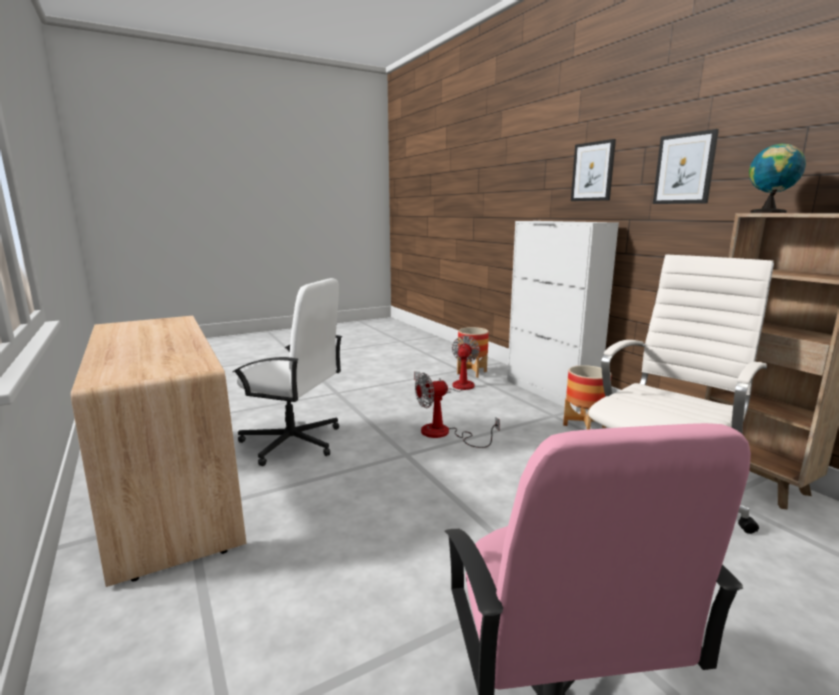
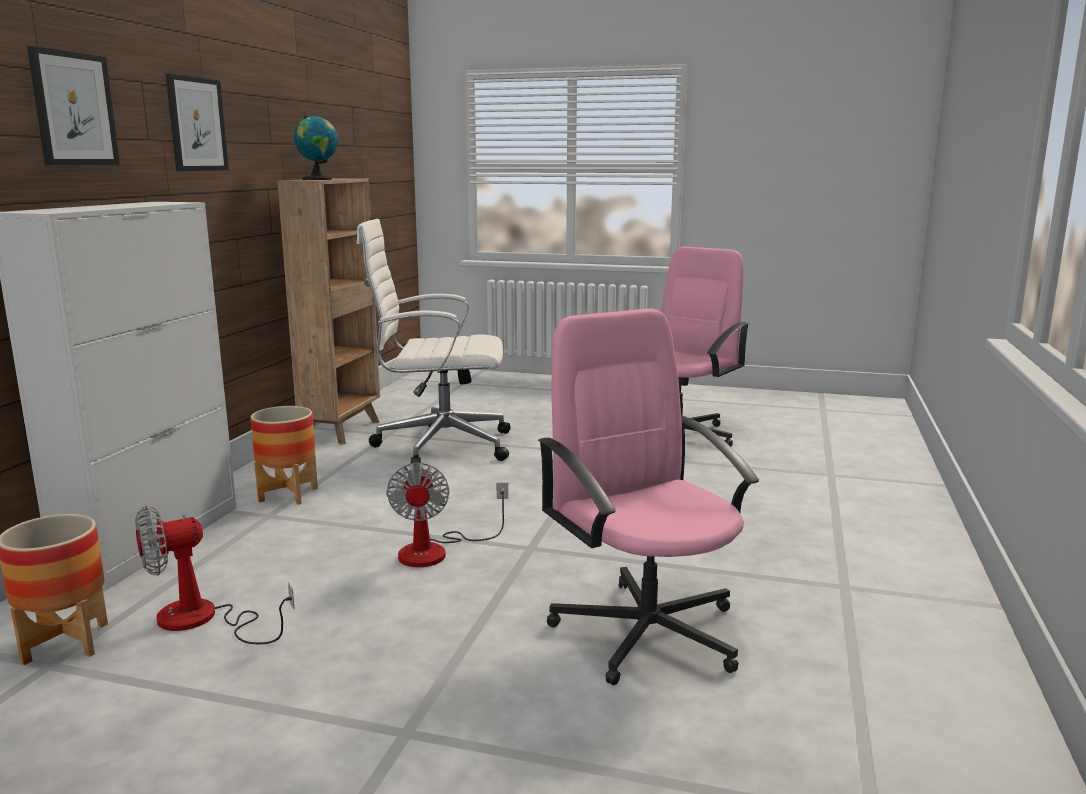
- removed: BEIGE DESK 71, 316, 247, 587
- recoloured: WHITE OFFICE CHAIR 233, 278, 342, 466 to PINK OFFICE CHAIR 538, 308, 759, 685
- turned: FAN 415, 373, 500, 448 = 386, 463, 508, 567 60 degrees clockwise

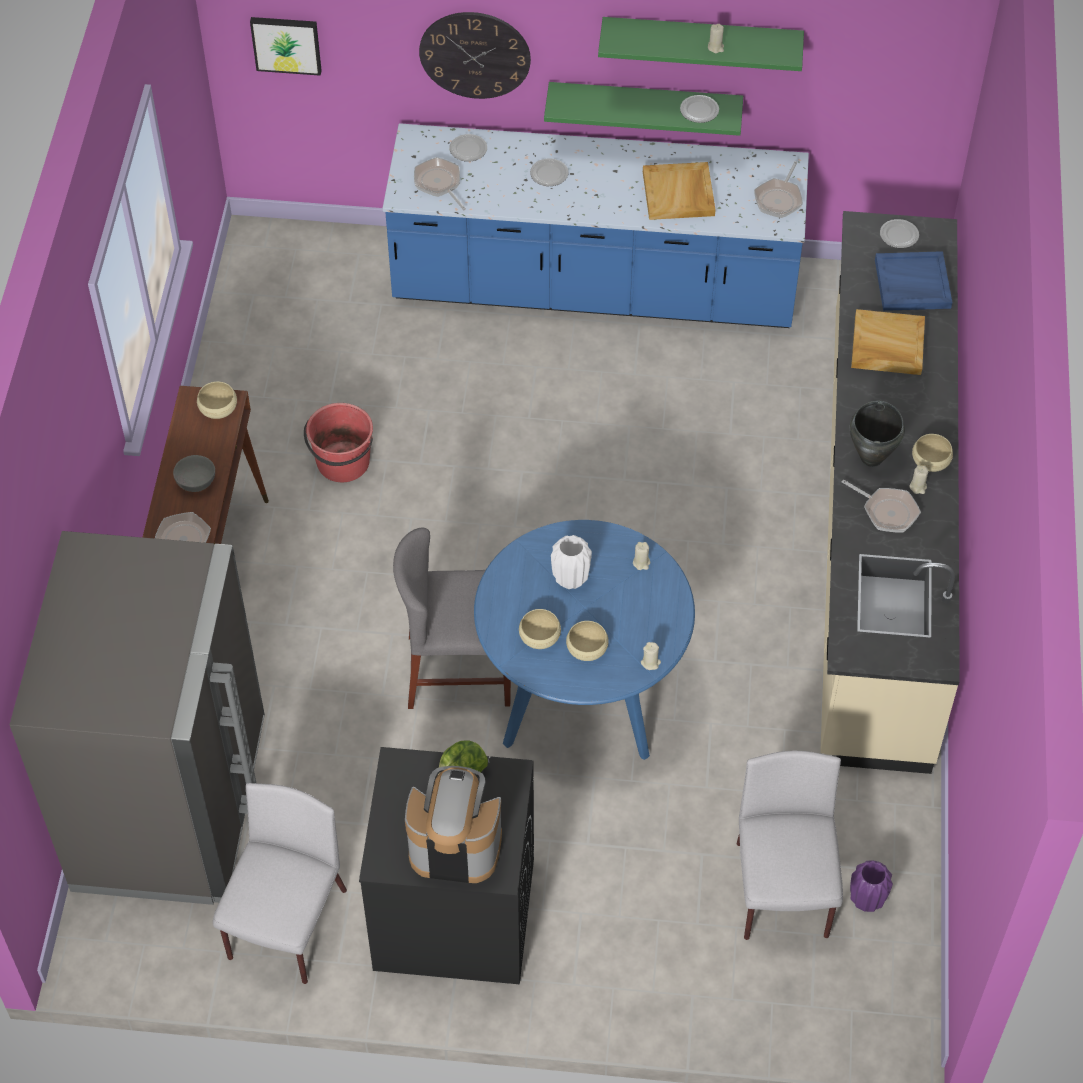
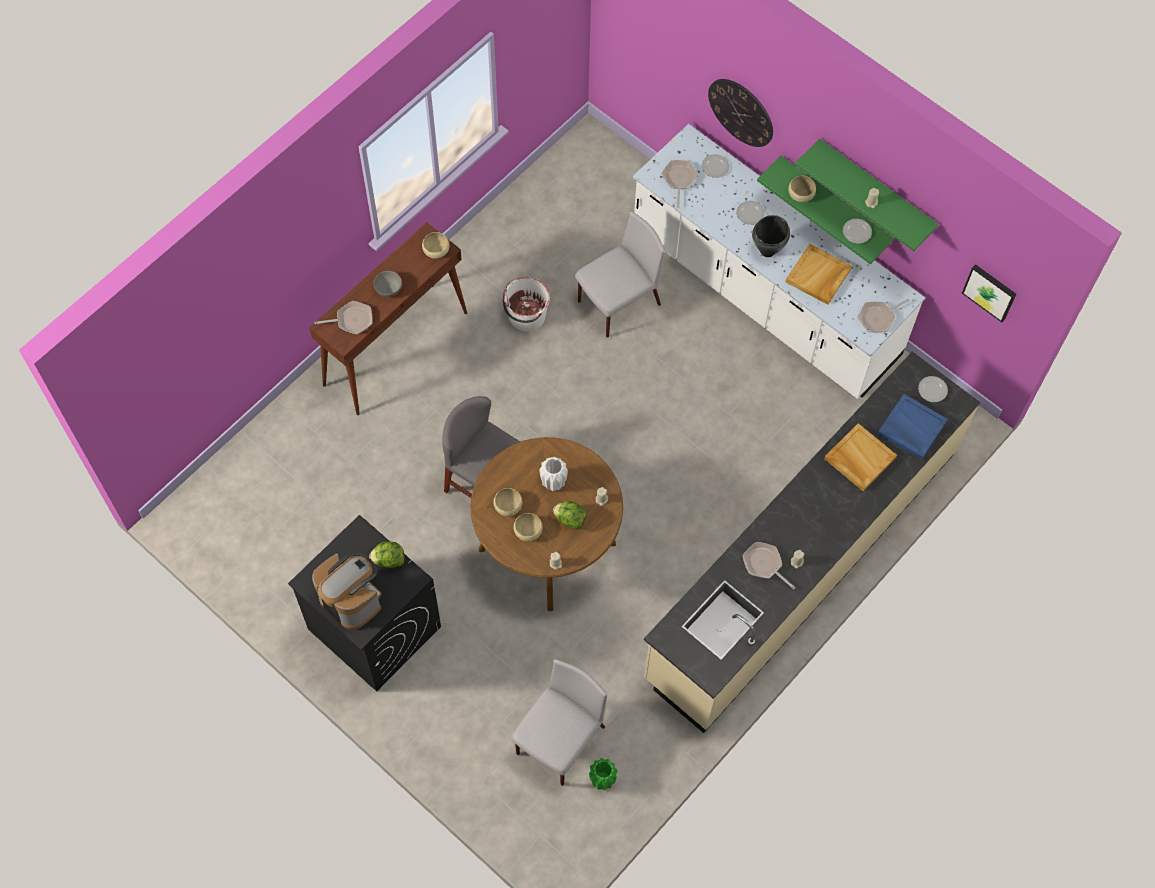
- removed: GREY FRIDGE 10, 531, 265, 905
- moved: GREY CHAIR 213, 783, 347, 984 to 575, 211, 665, 338
- moved: PICTURE 250, 17, 322, 76 to 962, 264, 1017, 322
- recoloured: RED BUCKET 304, 403, 373, 482 to WHITE BUCKET 503, 277, 550, 331
- recoloured: BLUE COUNTER 383, 123, 809, 328 to WHITE COUNTER 633, 124, 925, 399
- recoloured: BLUE DINING TABLE 474, 520, 695, 760 to BROWN DINING TABLE 471, 437, 623, 611
- turned: FRYING PAN 842, 480, 921, 532 = 742, 542, 795, 589 150 degrees clockwise
- moved: BLACK COOKING POT 850, 401, 905, 467 to 752, 215, 790, 257
- recoloured: PURPLE VASE 850, 861, 893, 912 to GREEN VASE 589, 758, 618, 791
- moved: BEIGE BOWL 912, 434, 953, 472 to 788, 176, 816, 202
- added: LETTUCE 553, 501, 586, 530

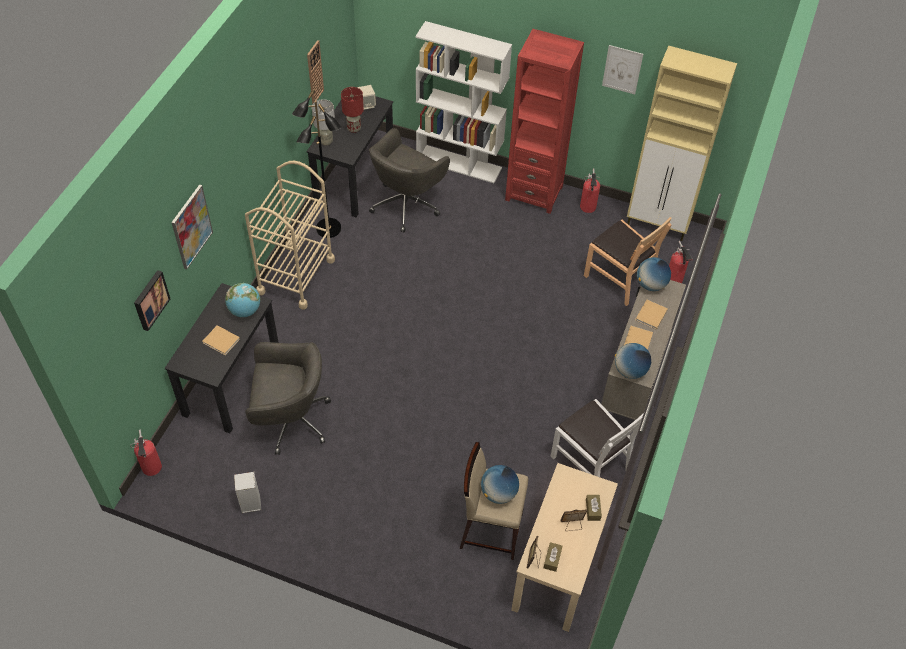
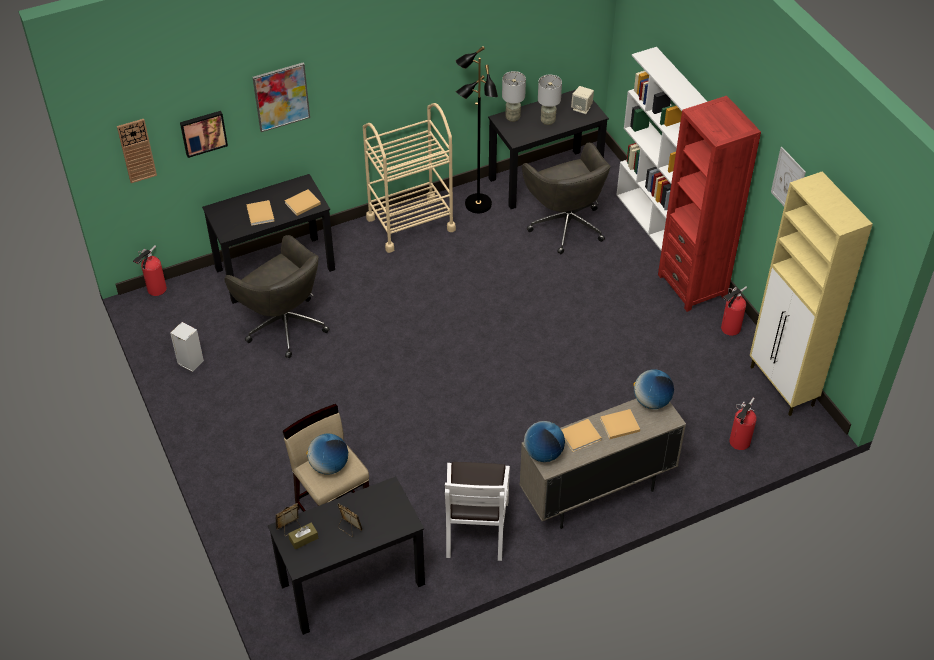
- replaced: GLOBE 225, 283, 261, 317 to BEIGE BOOK 284, 190, 321, 216
- moved: WALL CLOCK 307, 40, 324, 104 to 117, 119, 157, 183
- recoloured: RED TABLE LAMP 341, 87, 364, 133 to GREY TABLE LAMP 538, 74, 562, 125
- turned: GREY OFFICE CHAIR 369, 128, 450, 233 = 522, 143, 611, 254 105 degrees counterclockwise
- recoloured: BEIGE DESK 511, 463, 618, 632 to BLACK DESK 268, 476, 425, 635
- removed: BROWN CHAIR 584, 217, 672, 306
- removed: BROWN TISSUE BOX 586, 495, 602, 521

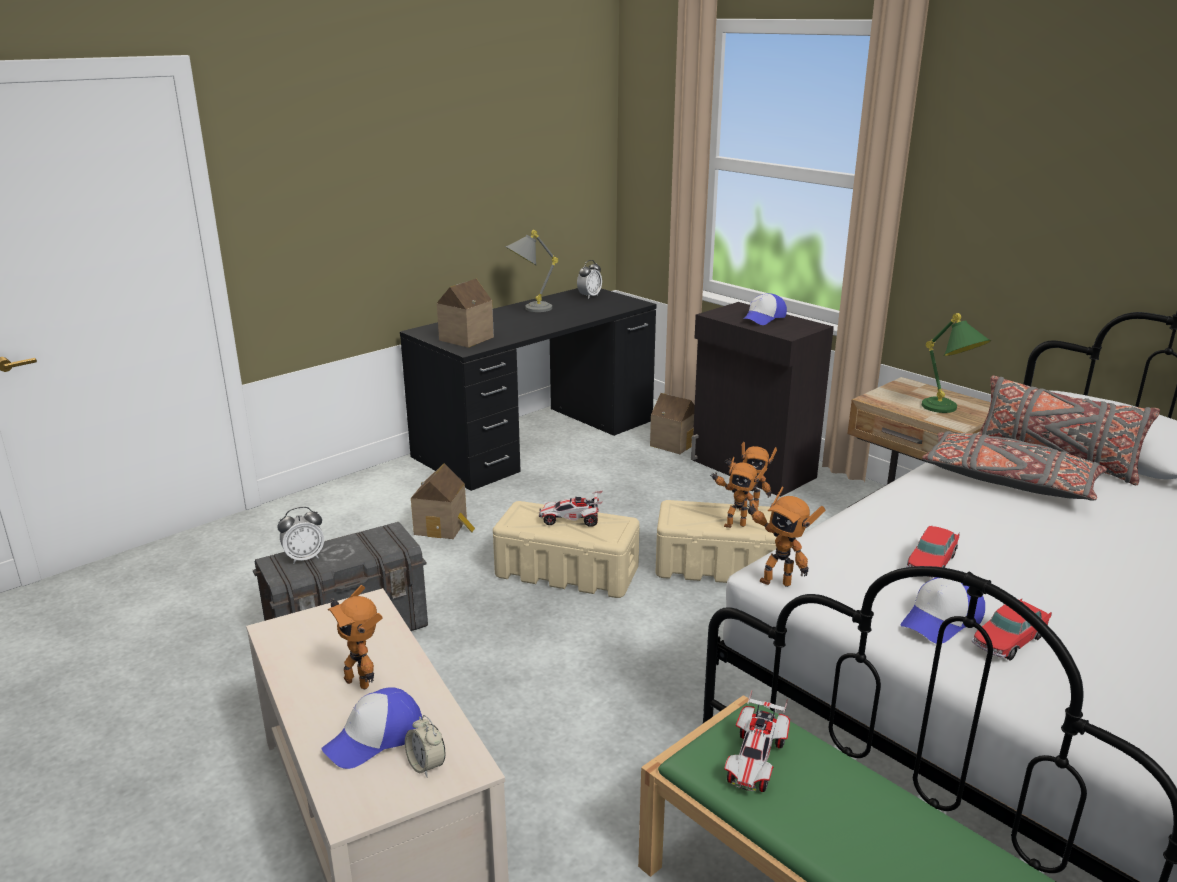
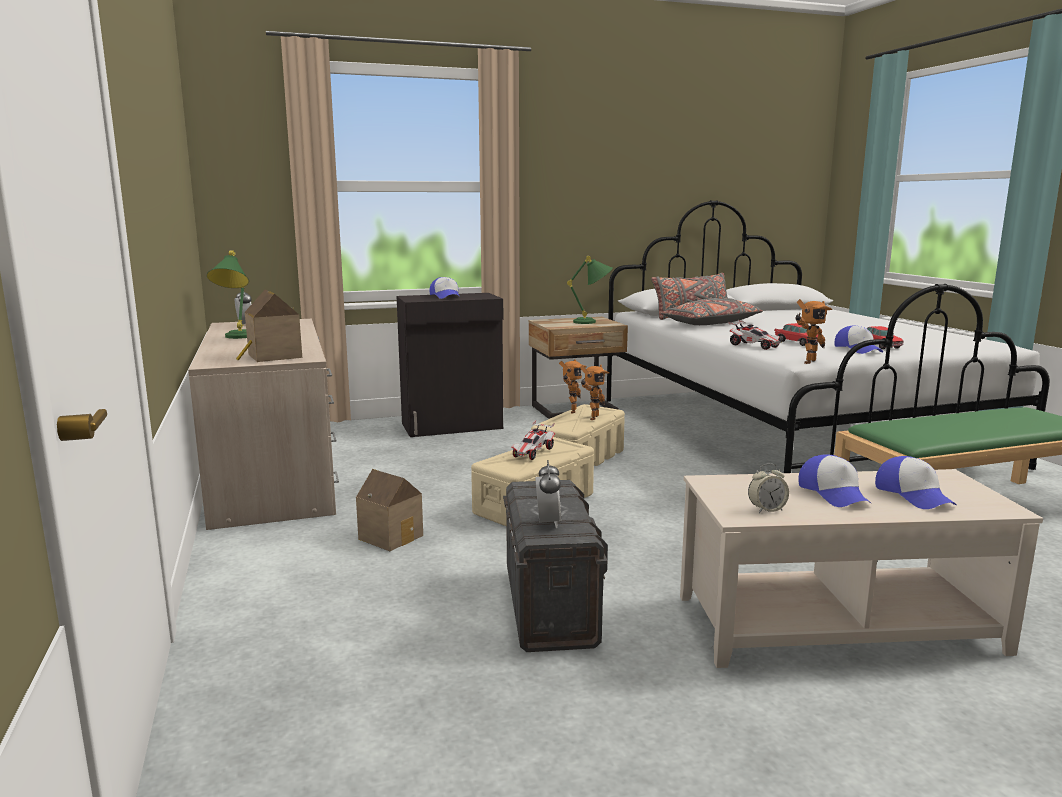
- replaced: TOY ROBOT 328, 585, 383, 689 to CAP 798, 454, 872, 507
- recoloured: BLACK DESK 400, 288, 656, 491 to BEIGE DESK 188, 319, 339, 530
- moved: ALARM CLOCK 405, 715, 445, 777 to 748, 463, 789, 513
- recoloured: GREY TABLE LAMP 505, 230, 559, 312 to GREEN TABLE LAMP 207, 250, 249, 339
- removed: TOY HOUSE 650, 393, 695, 454
- moved: TOY CAR 724, 690, 790, 792 to 728, 320, 782, 350

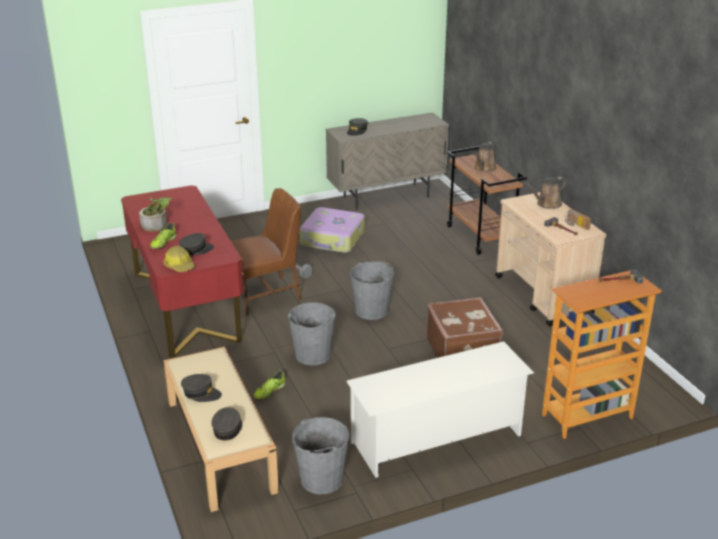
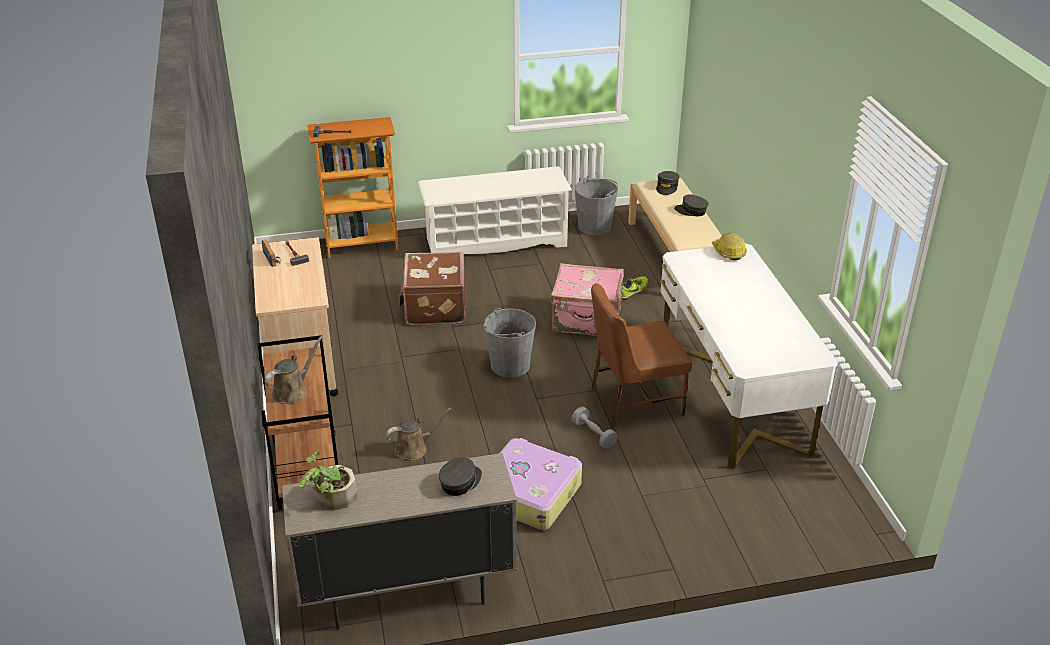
- recoloured: RED DESK 121, 185, 244, 358 to WHITE DESK 660, 243, 838, 469
- moved: POTTED PLANT 139, 197, 172, 232 to 299, 450, 357, 510
- removed: SHOE 150, 223, 177, 249
- removed: GREY CAP 179, 233, 214, 256
- replaced: GREY BUCKET 288, 303, 336, 365 to PINK SUITCASE 551, 263, 624, 336
- moved: BROWN WATERING CAN 526, 177, 566, 209 to 386, 407, 452, 460

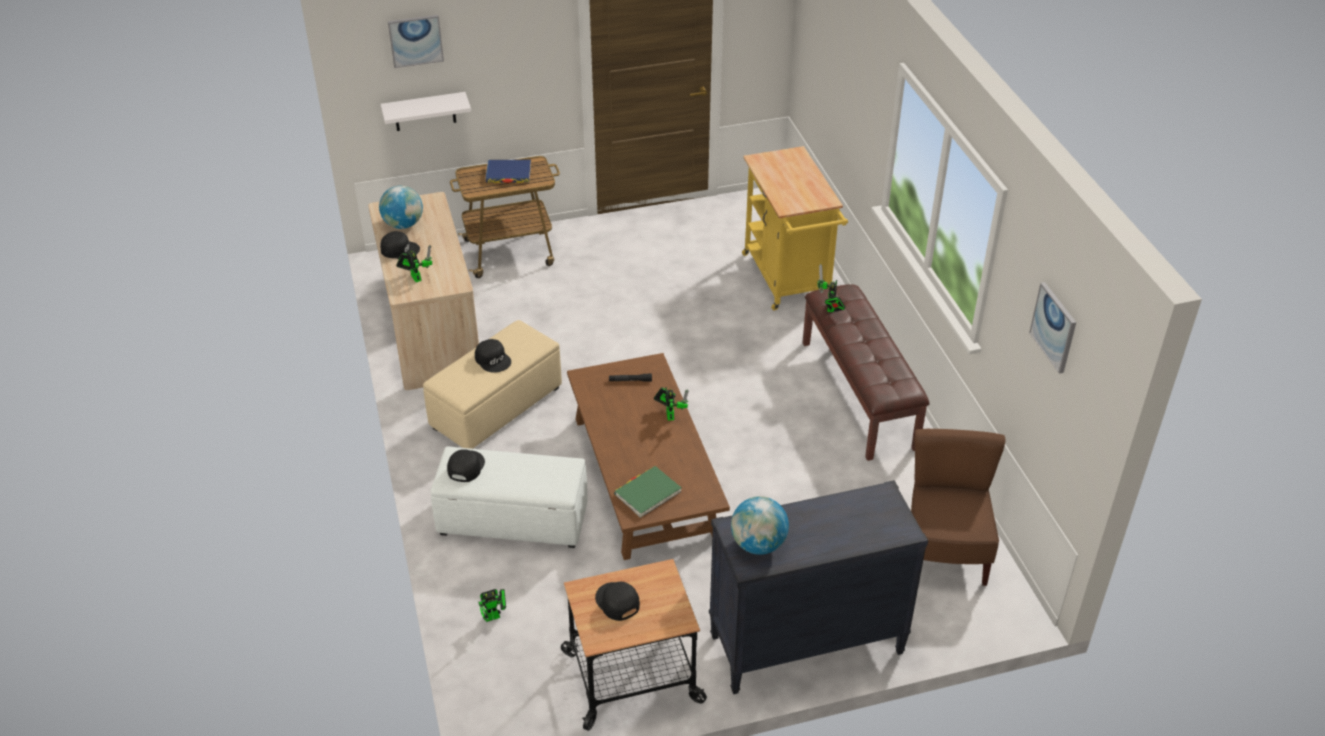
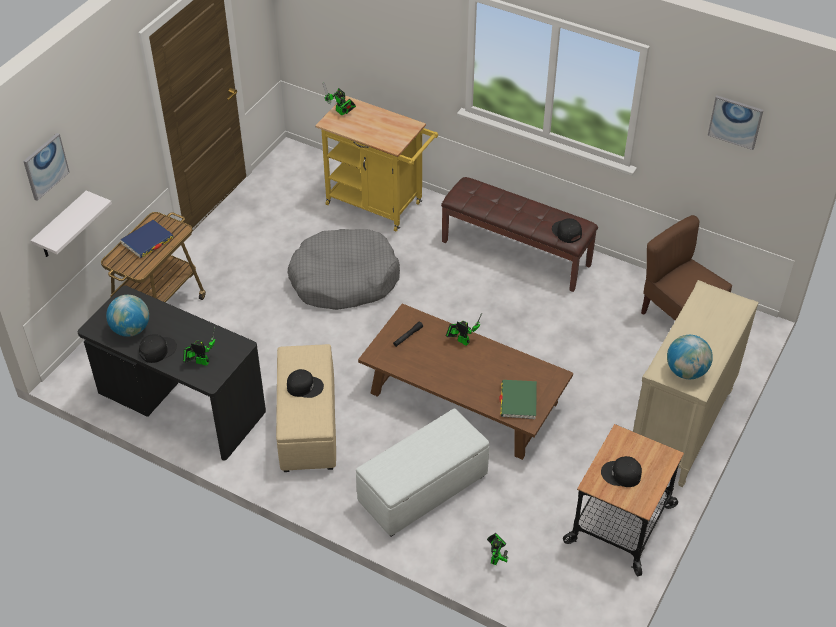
- recoloured: BEIGE DESK 368, 192, 479, 390 to BLACK DESK 78, 285, 266, 461
- moved: BLACK CAP 447, 449, 485, 482 to 552, 218, 582, 243
- recoloured: BLACK DRESSER 709, 480, 928, 694 to BEIGE DRESSER 633, 280, 759, 487
- moved: TOY ROBOT 817, 264, 845, 312 to 323, 82, 356, 116
- added: GREY DOG BED 288, 229, 400, 310

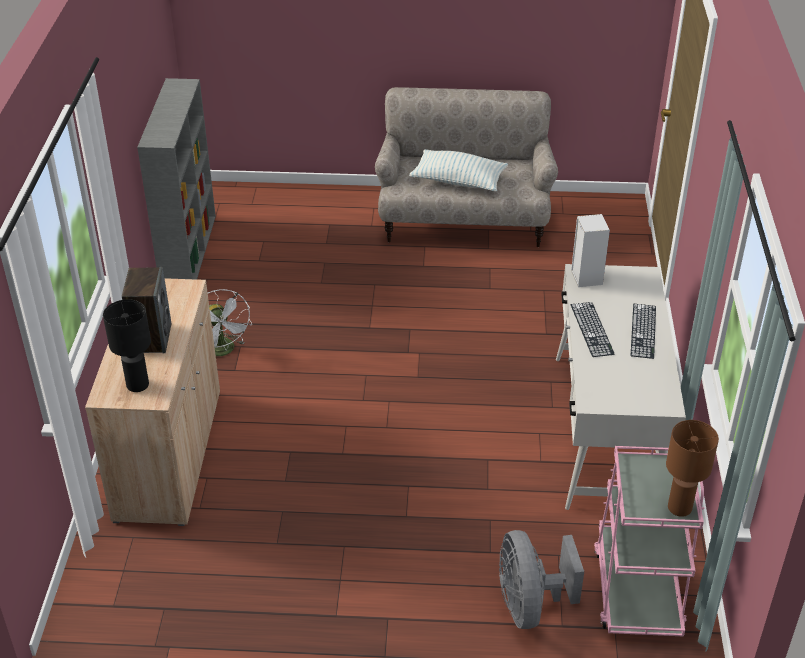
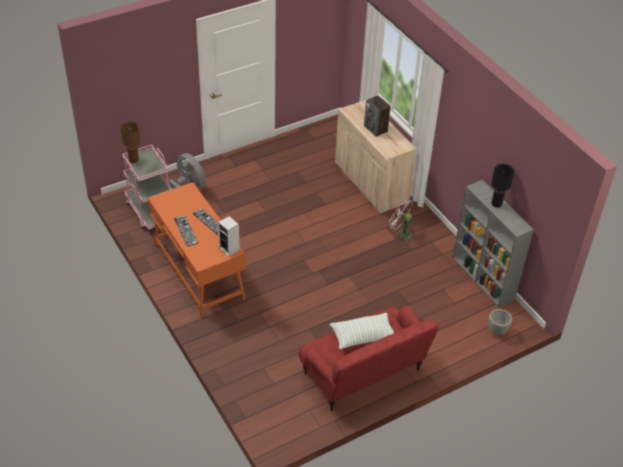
- moved: BLACK TABLE LAMP 103, 299, 151, 392 to 491, 164, 514, 208
- recoloured: BEIGE SOFA 375, 87, 558, 247 to RED SOFA 299, 305, 439, 411
- recoloured: WHITE DESK 556, 264, 686, 510 to ORANGE DESK 148, 182, 246, 318
- added: GREY PLANTER 488, 309, 512, 335

